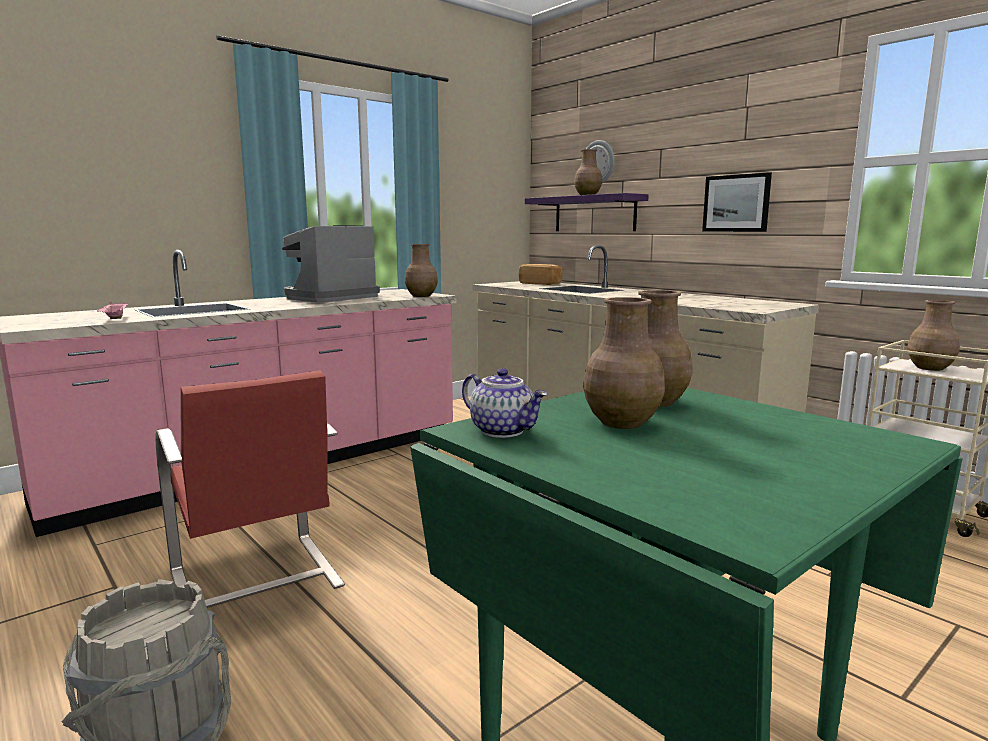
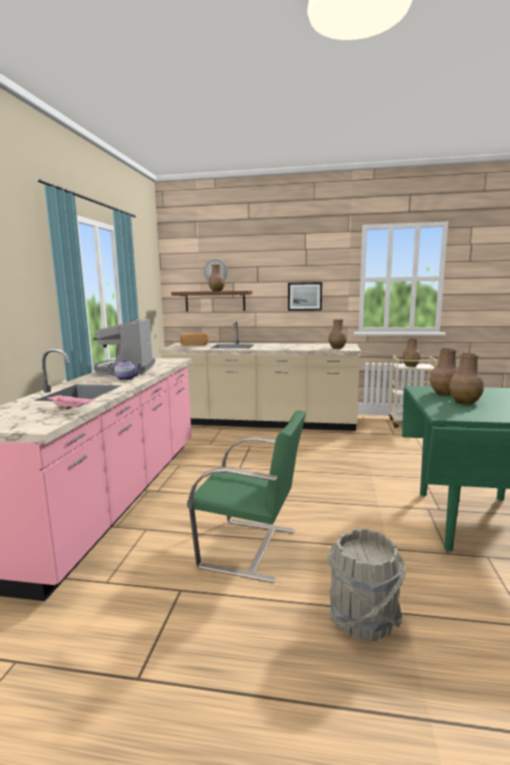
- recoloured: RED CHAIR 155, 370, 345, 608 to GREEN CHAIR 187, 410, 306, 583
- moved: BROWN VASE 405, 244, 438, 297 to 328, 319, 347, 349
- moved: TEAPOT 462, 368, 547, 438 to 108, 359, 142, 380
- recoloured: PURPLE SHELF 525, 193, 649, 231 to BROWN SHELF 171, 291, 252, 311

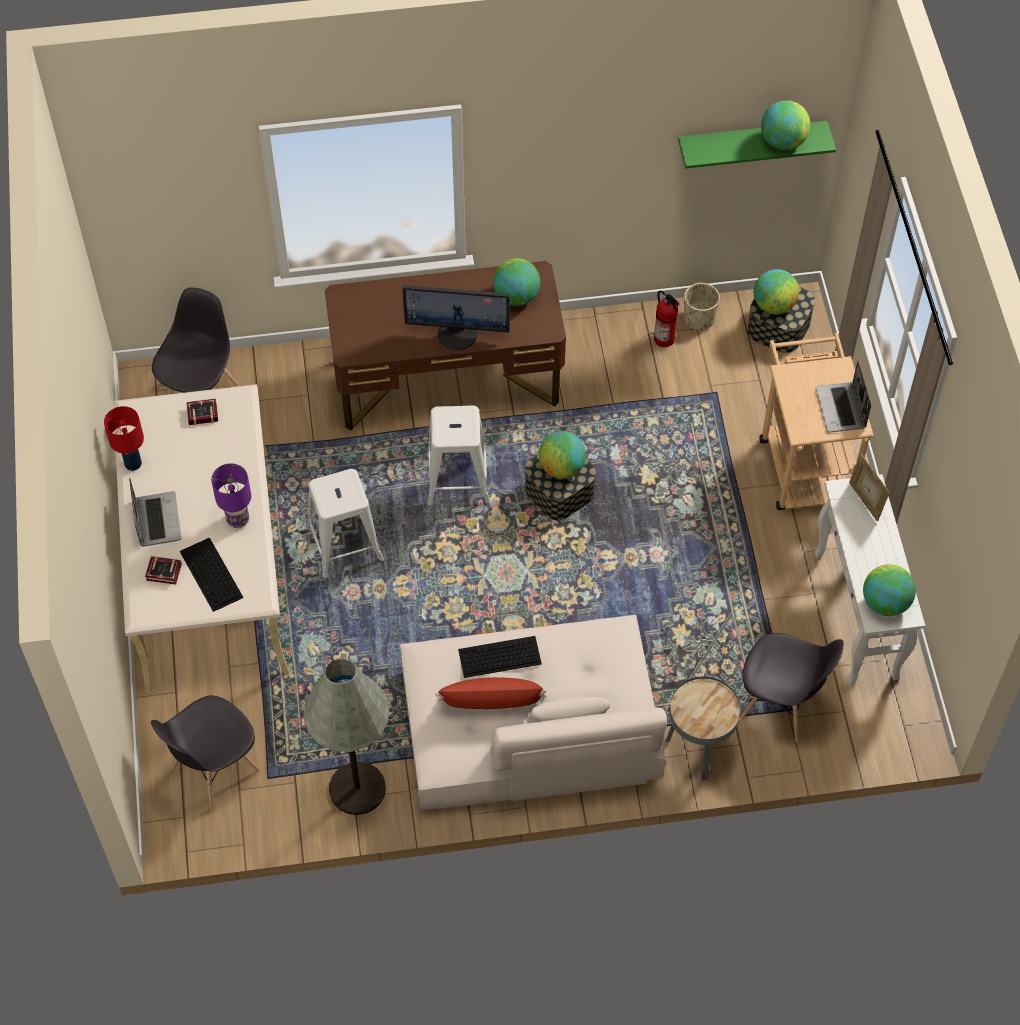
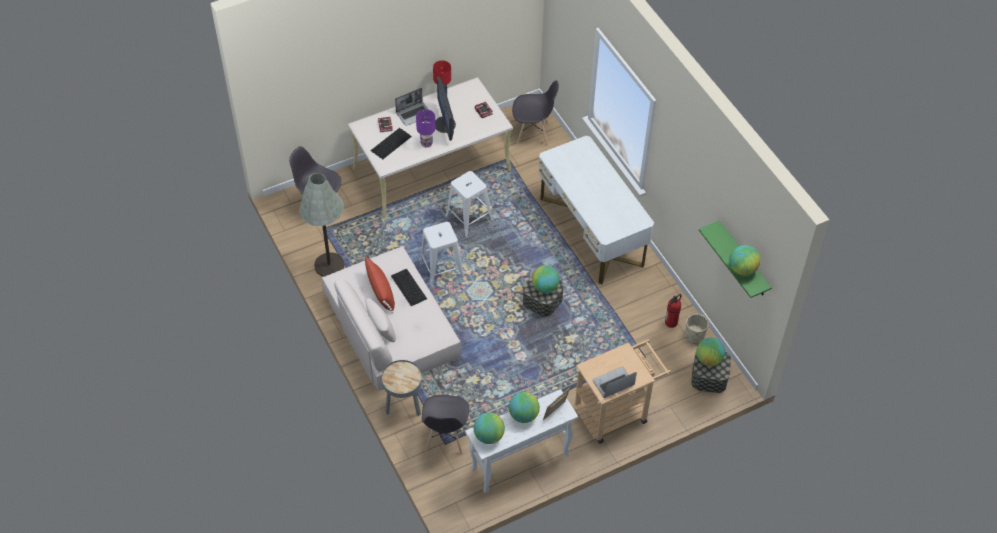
- recoloured: BROWN DESK 325, 261, 566, 431 to WHITE DESK 539, 136, 654, 284
- moved: MONITOR 402, 285, 510, 350 to 435, 76, 456, 141
- moved: WHITE STOOL 427, 405, 490, 506 to 419, 222, 464, 287
- moved: GLOBE 493, 258, 540, 306 to 509, 392, 540, 423

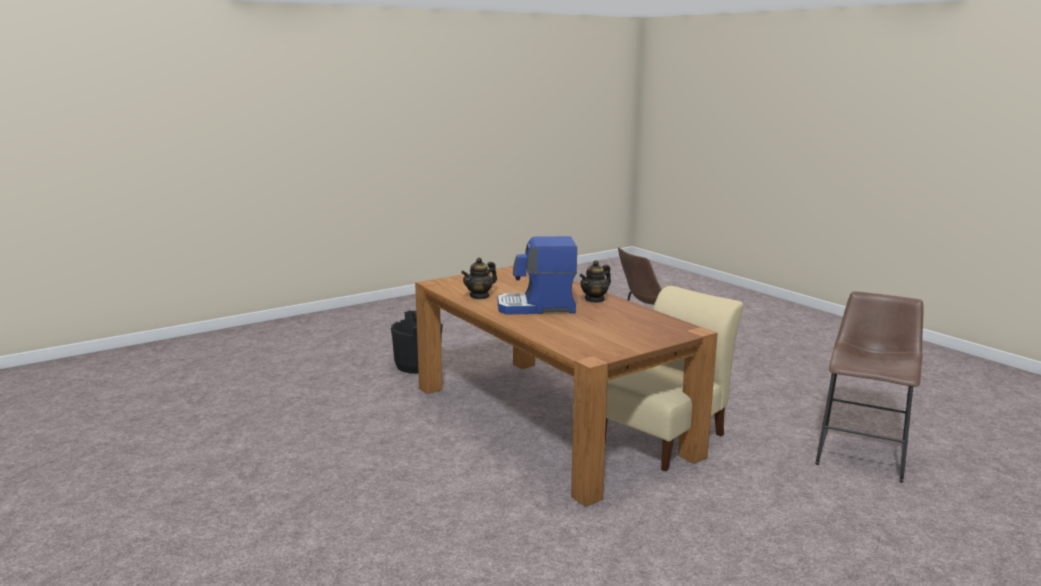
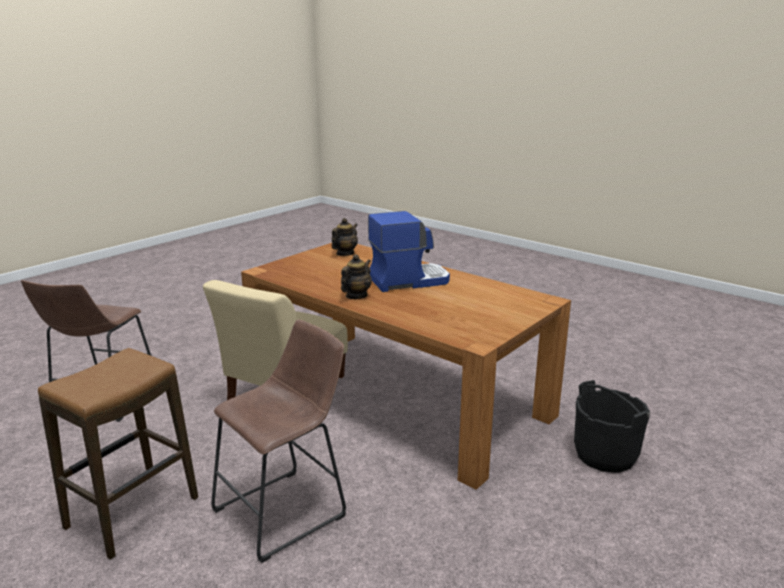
- moved: TEAPOT 461, 257, 497, 299 to 332, 218, 358, 256
- added: STOOL 38, 348, 198, 560

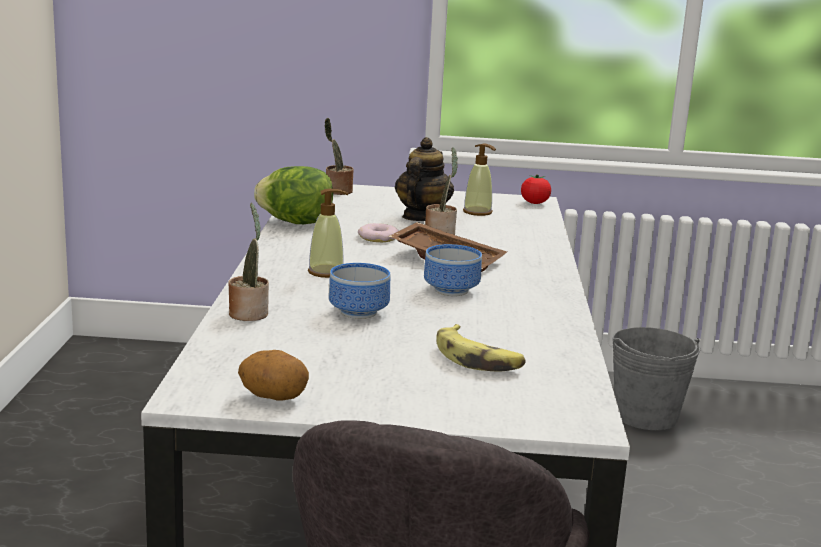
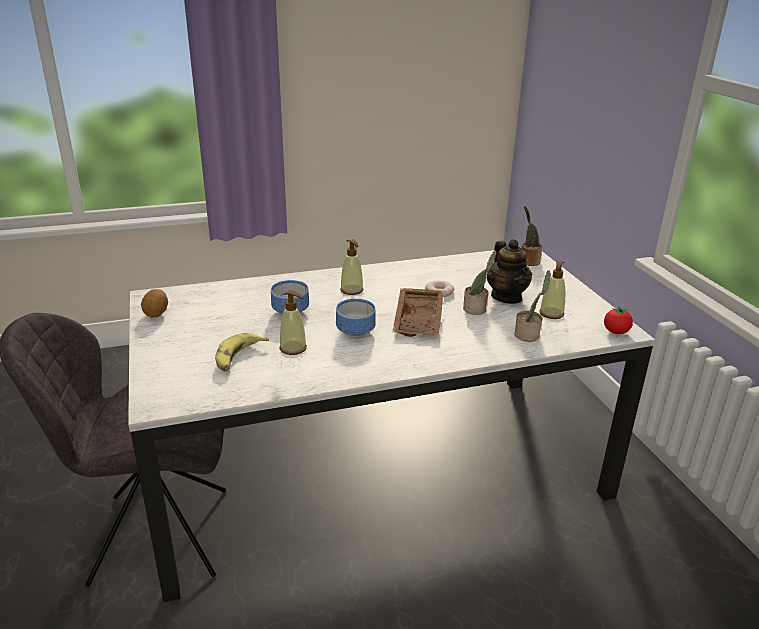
- moved: POTTED PLANT 228, 203, 269, 321 to 514, 271, 551, 342
- removed: LETTUCE 254, 166, 333, 224
- turned: TEAPOT 395, 137, 454, 221 = 487, 239, 532, 304 75 degrees clockwise
- removed: GREY BUCKET 612, 327, 700, 430
- added: SOAP DISPENSER 279, 290, 307, 355

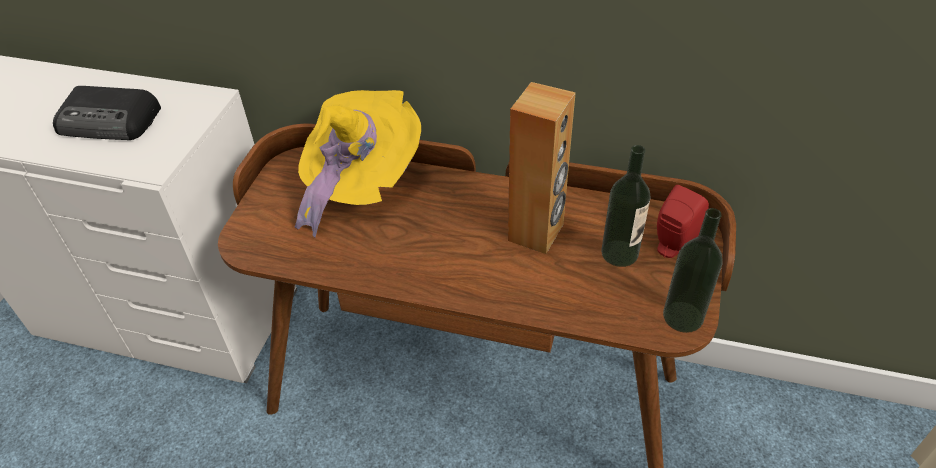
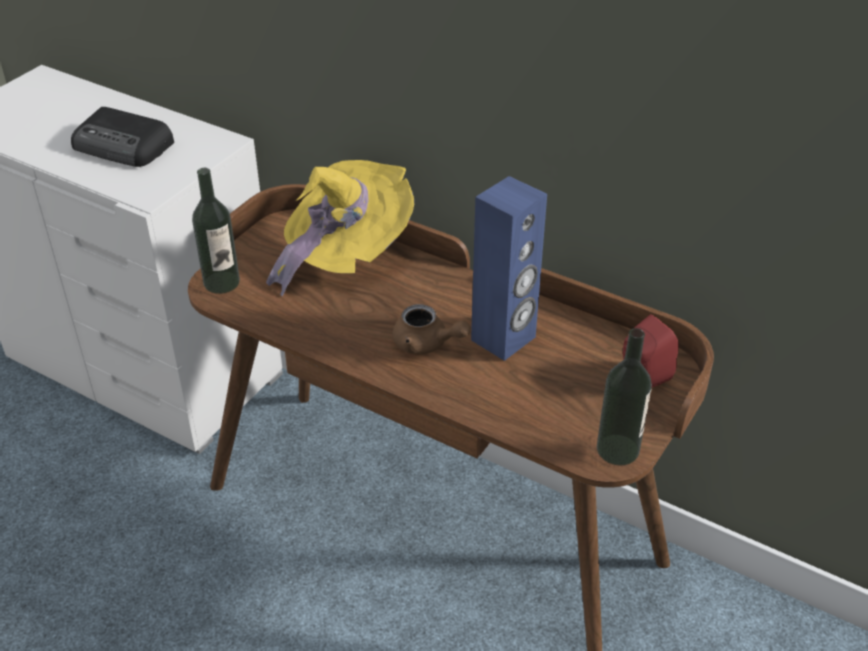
- recoloured: BROWN SPEAKER 508, 82, 576, 254 to BLUE SPEAKER 471, 176, 547, 361
- moved: BOTTLE 601, 145, 650, 267 to 192, 168, 240, 294
- added: BROWN TEAPOT 392, 304, 470, 354

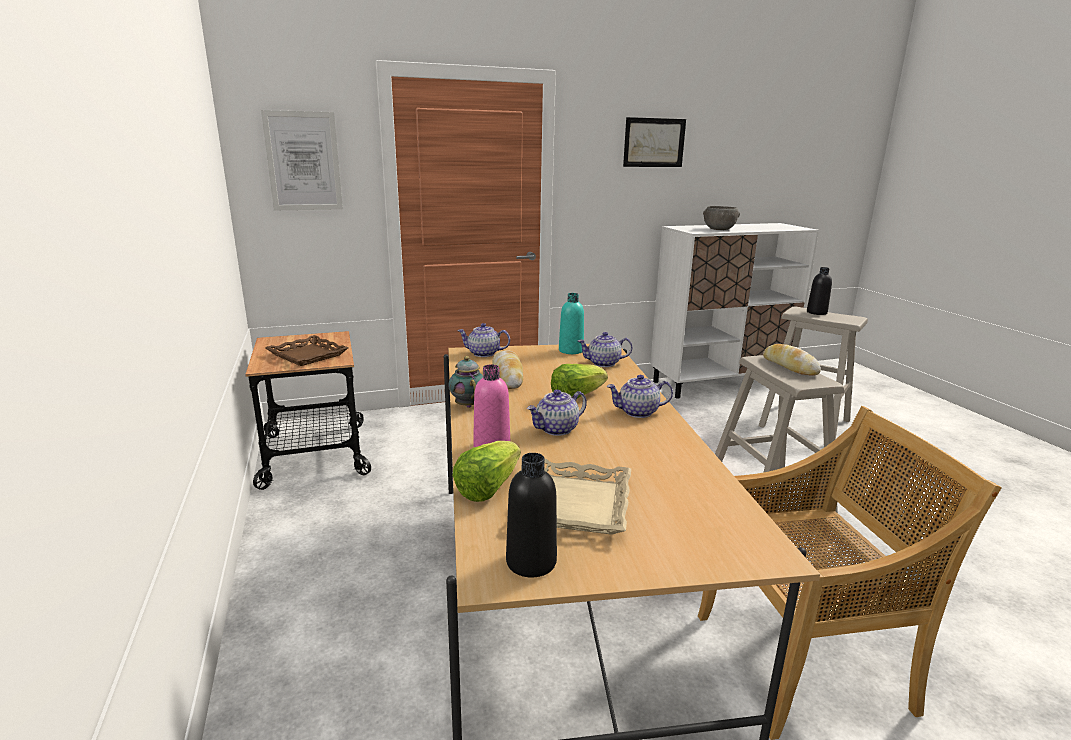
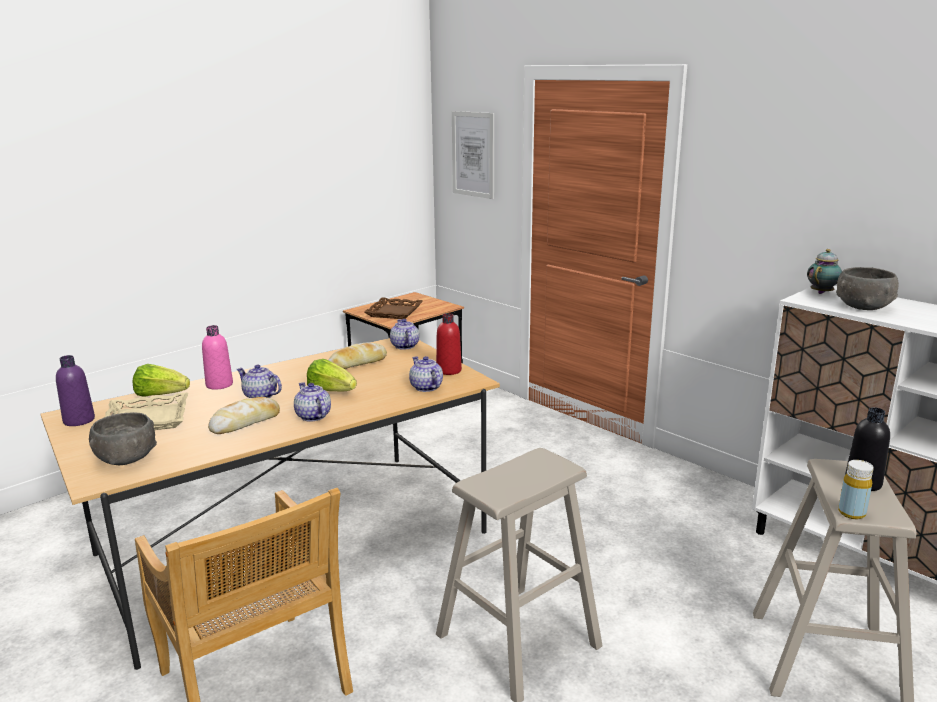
- moved: TEAPOT 448, 356, 483, 408 to 807, 249, 842, 294
- recoloured: BLACK BOTTLE 506, 453, 557, 577 to PURPLE BOTTLE 56, 355, 95, 426
- recoloured: TURQUOISE BOTTLE 559, 293, 584, 354 to RED BOTTLE 436, 313, 462, 375
- removed: PICTURE 623, 117, 686, 167
- moved: BREAD 763, 344, 821, 376 to 208, 397, 280, 434
- added: GREY BOWL 89, 412, 157, 465
- added: YELLOW BOTTLE 838, 460, 874, 520

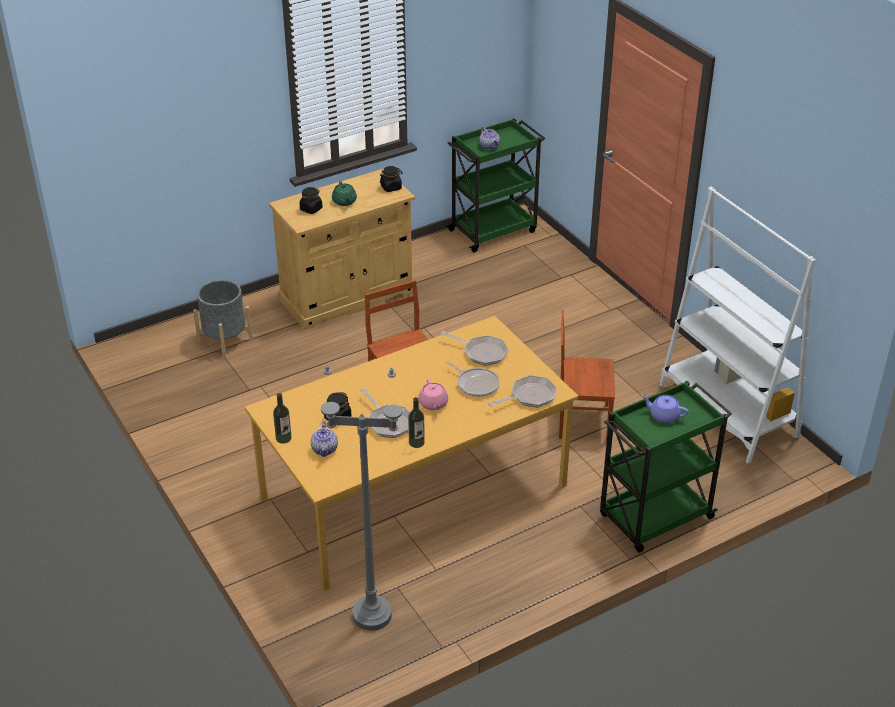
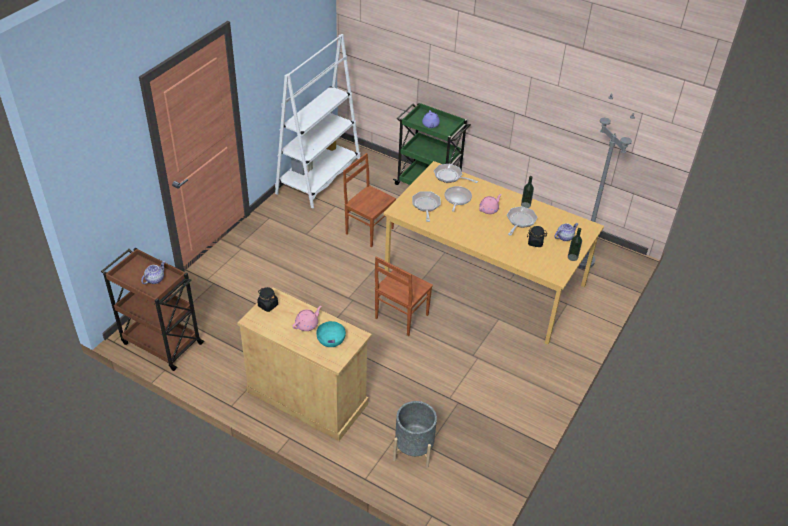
- replaced: BLACK JAR 300, 187, 322, 214 to TURQUOISE BOWL 316, 321, 346, 347
- recoloured: GREEN TEAPOT 332, 181, 357, 206 to PINK TEAPOT 293, 306, 322, 331
- recoloured: GREEN CART 446, 118, 545, 252 to BROWN CART 101, 248, 204, 371
- turned: BROWN CHAIR 559, 310, 615, 441 = 343, 153, 396, 247 150 degrees clockwise

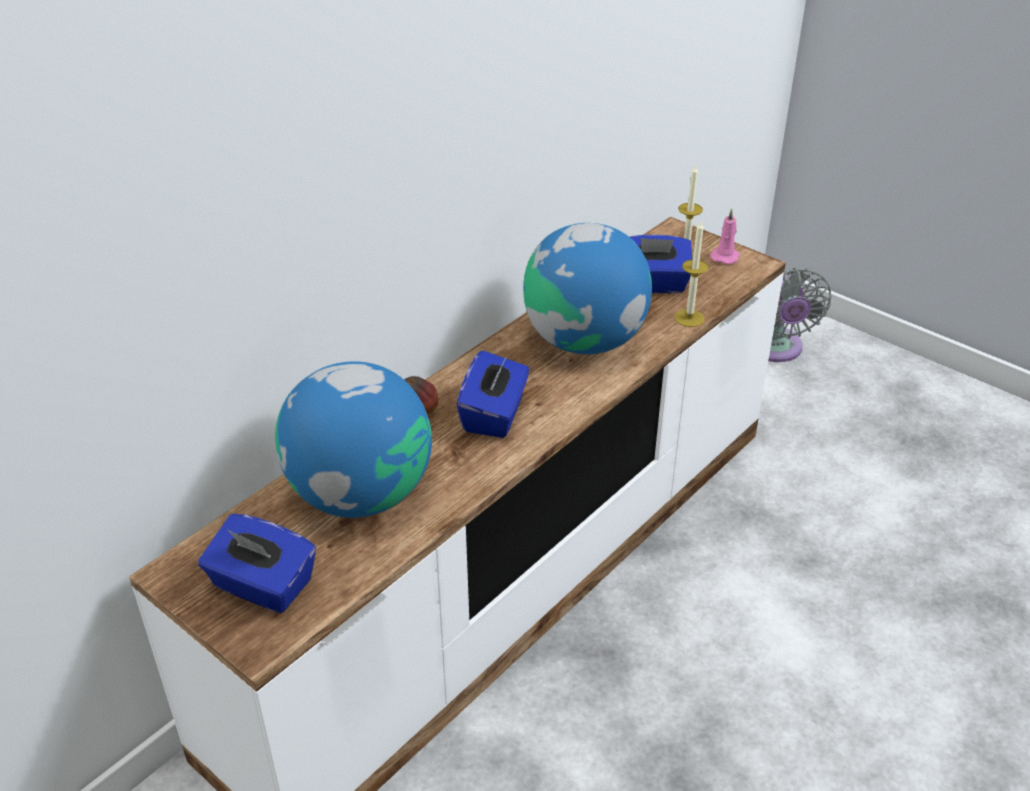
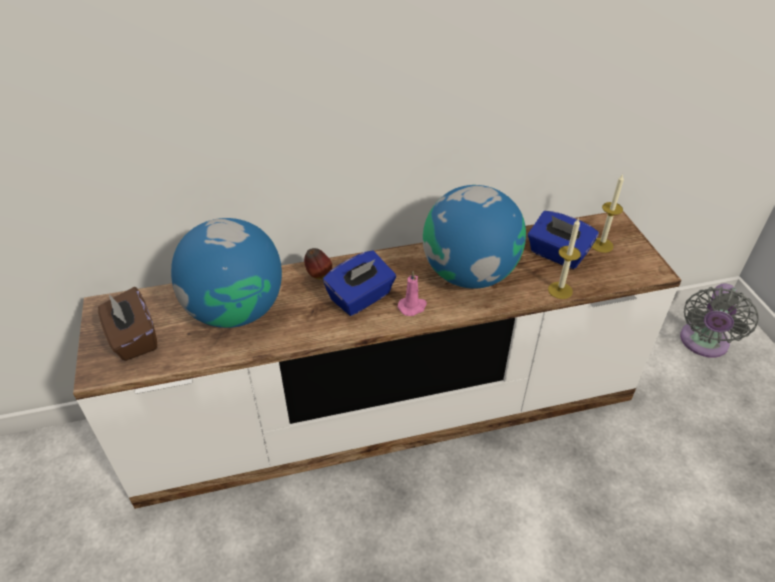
- recoloured: BLUE TISSUE BOX 198, 514, 316, 613 to BROWN TISSUE BOX 98, 287, 157, 361
- moved: PINK CANDLE 710, 209, 740, 264 to 398, 271, 427, 316

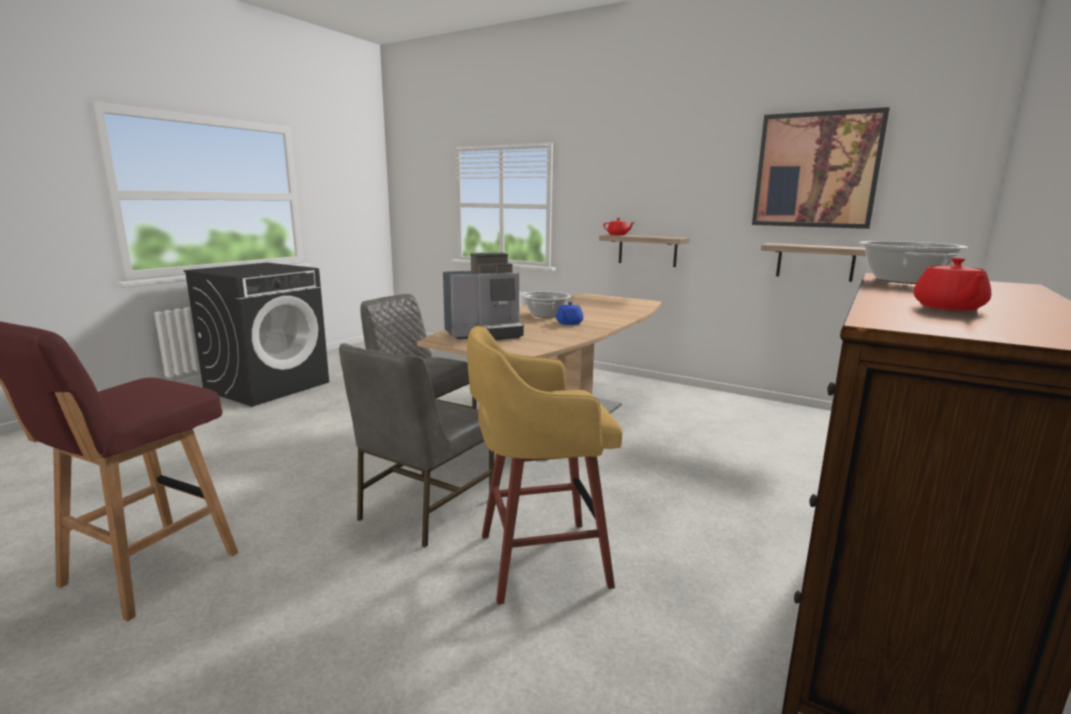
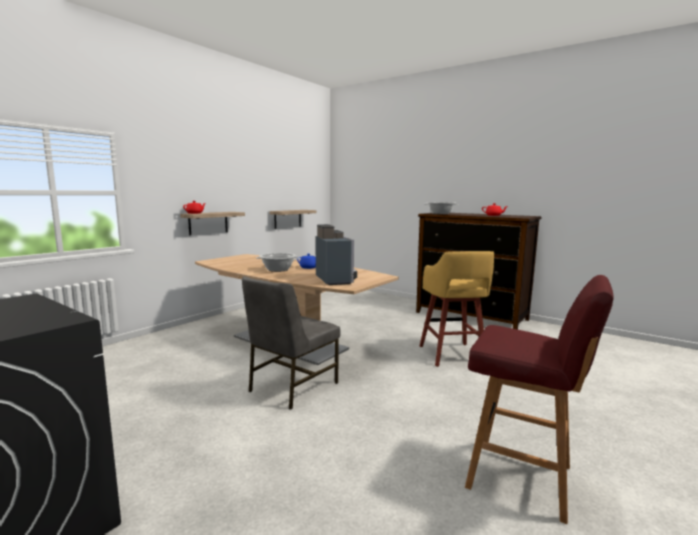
- removed: GREY CHAIR 339, 343, 494, 547
- removed: PICTURE 752, 107, 890, 229

